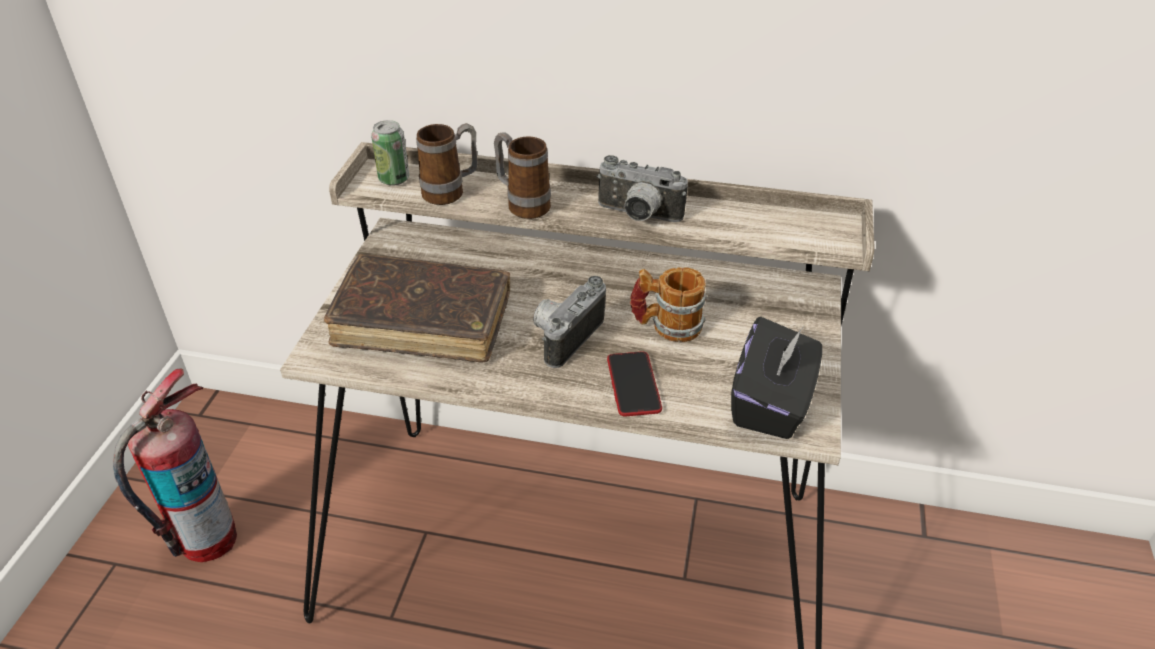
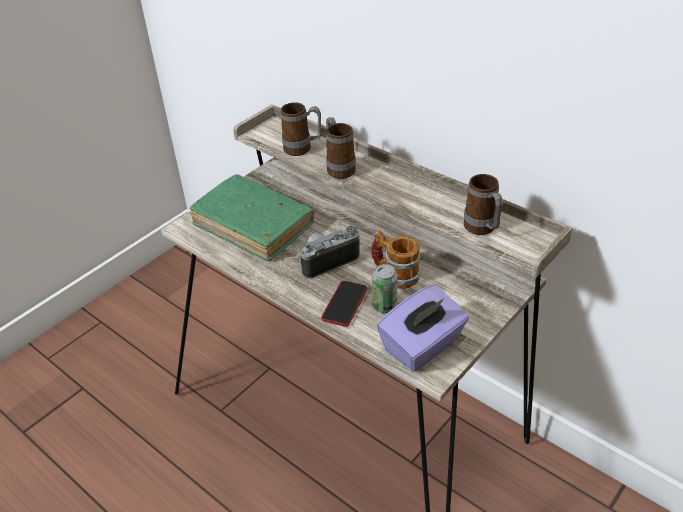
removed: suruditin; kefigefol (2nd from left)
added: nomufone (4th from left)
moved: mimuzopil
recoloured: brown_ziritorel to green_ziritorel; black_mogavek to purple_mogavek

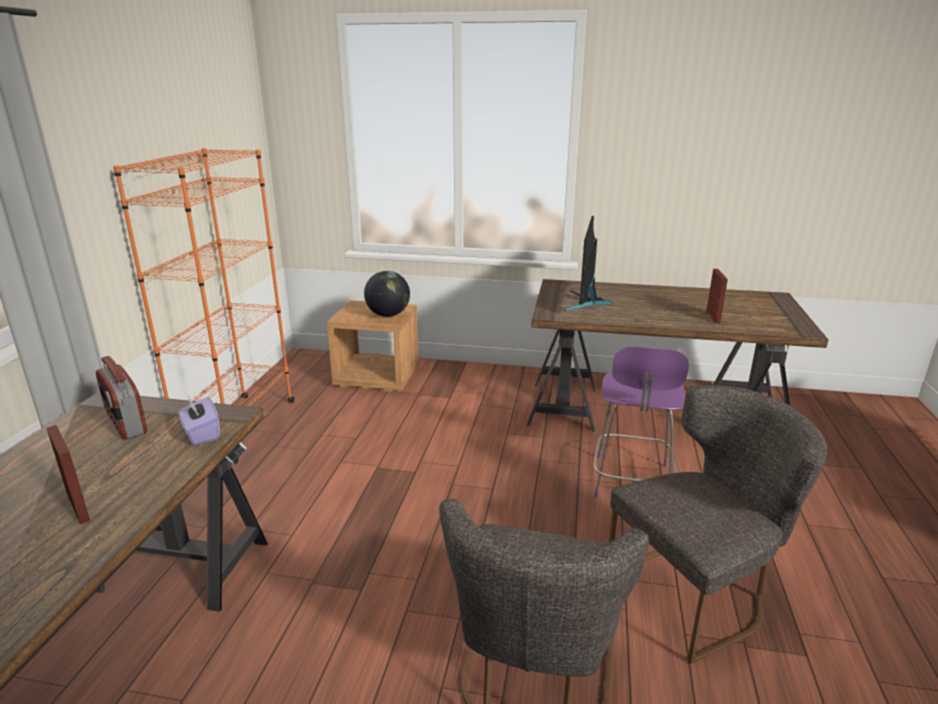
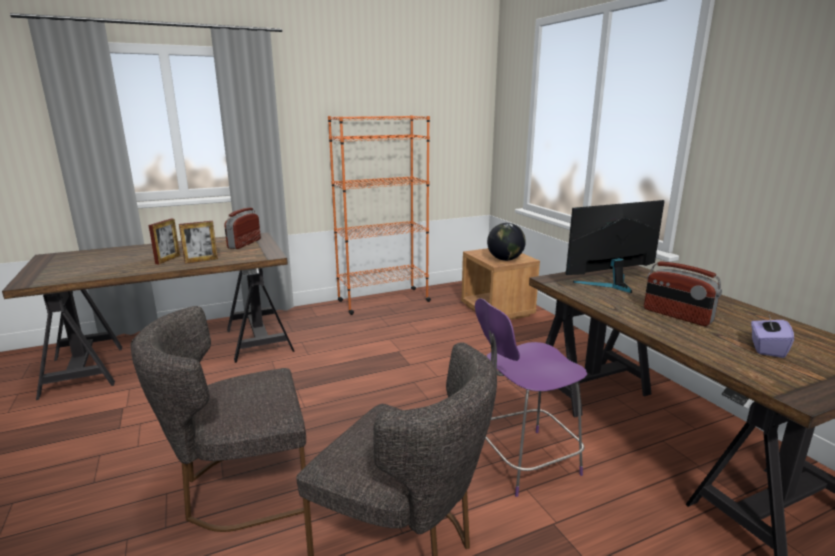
added: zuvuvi (2nd from left)
moved: purple_mogavek; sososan (2nd from left)

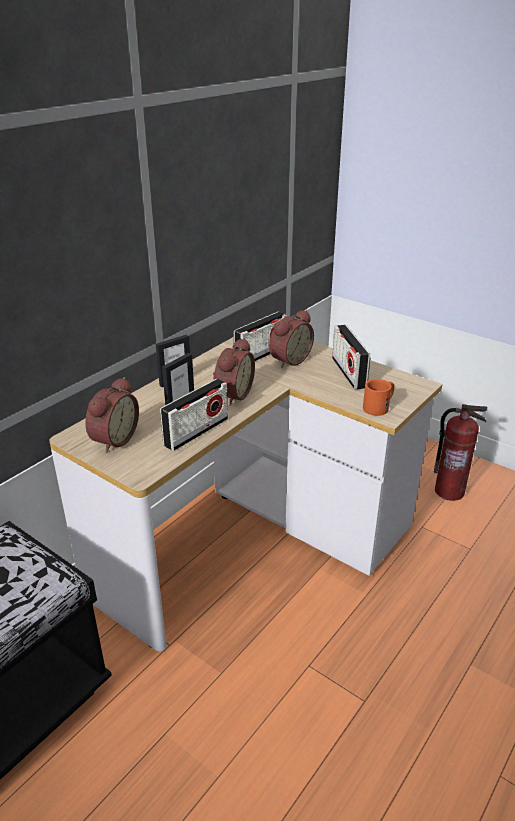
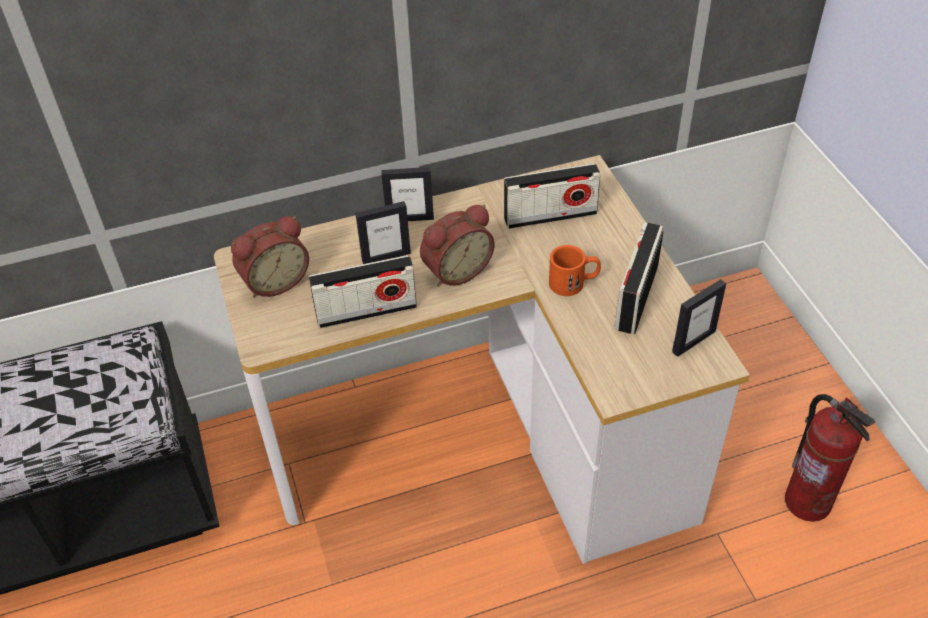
removed: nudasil (3rd from left)
added: sososan (3rd from left)
moved: orange_nomufone

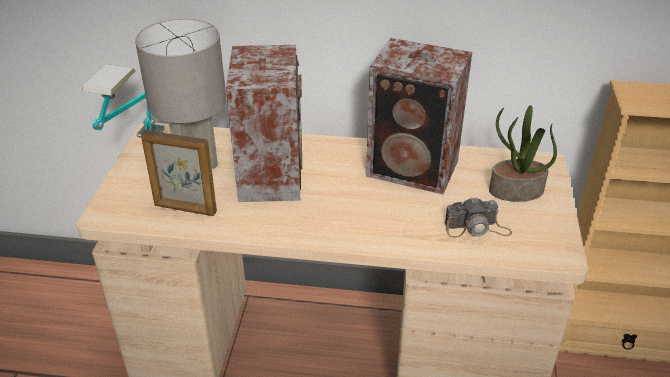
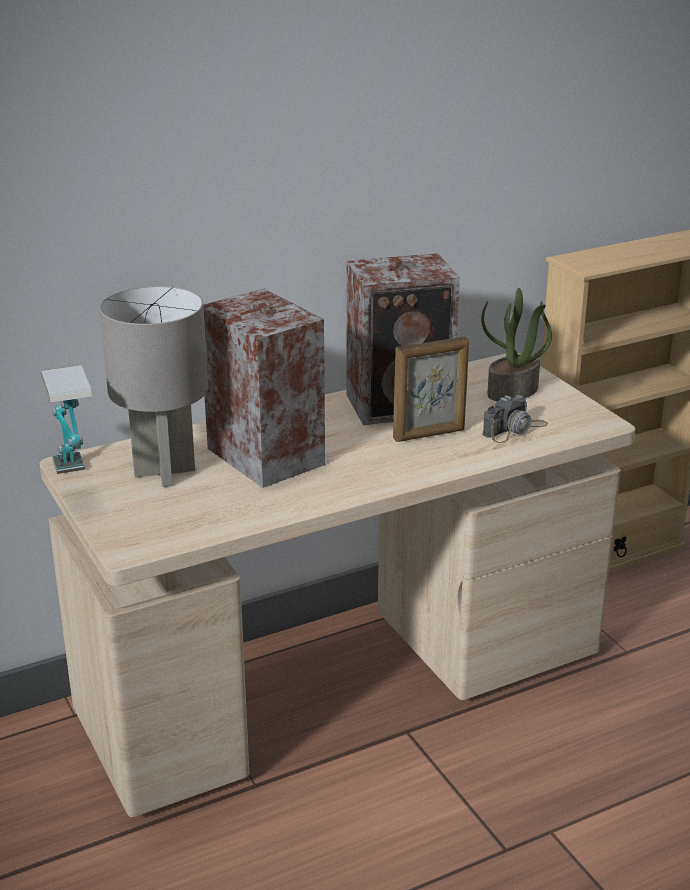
moved: sososan

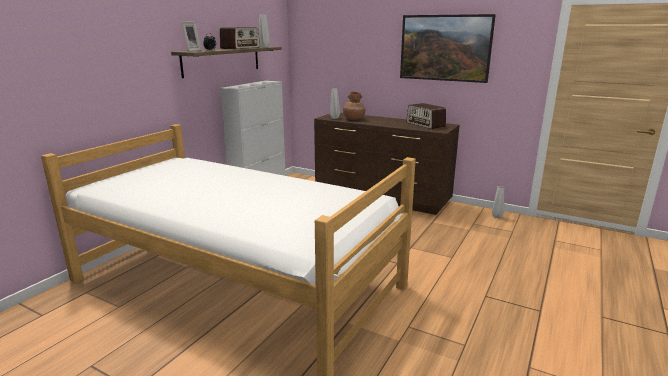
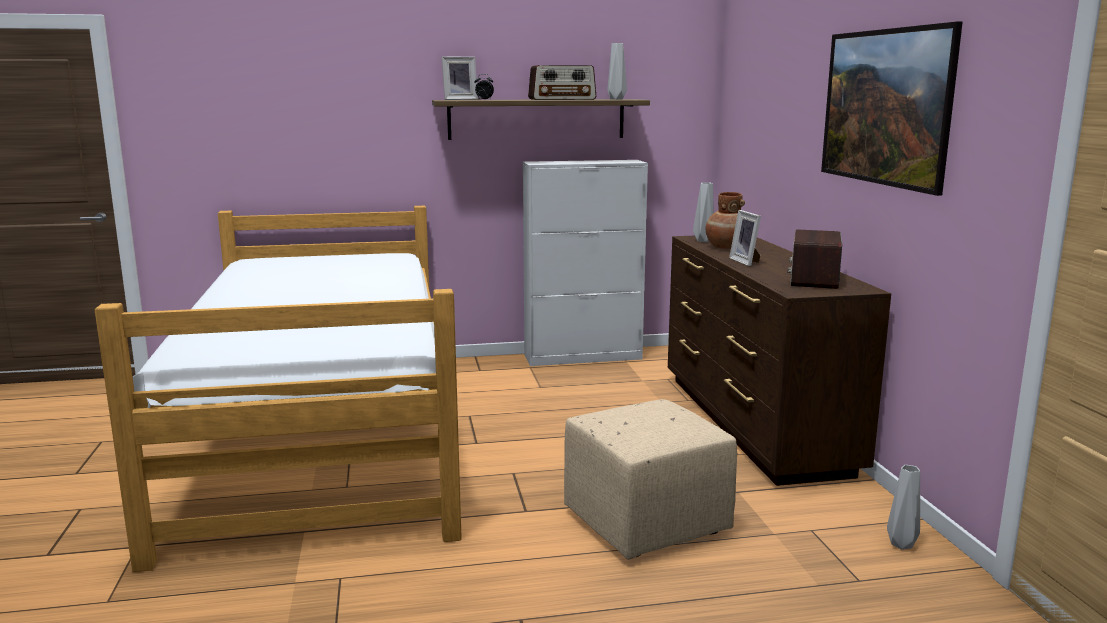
added: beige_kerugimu; sososan (2nd from left)

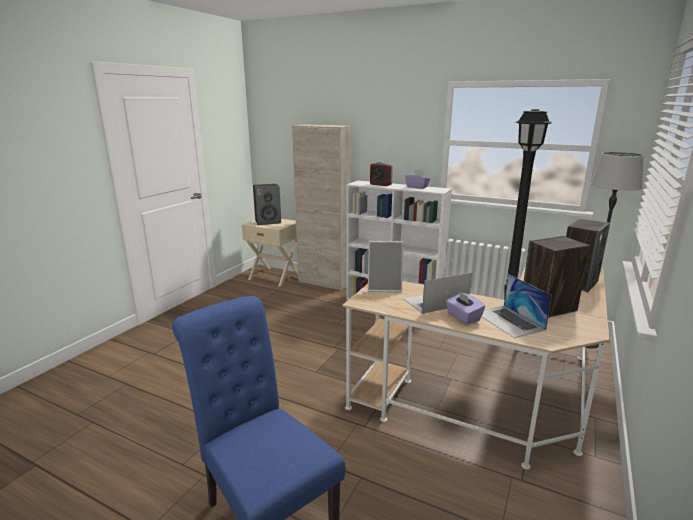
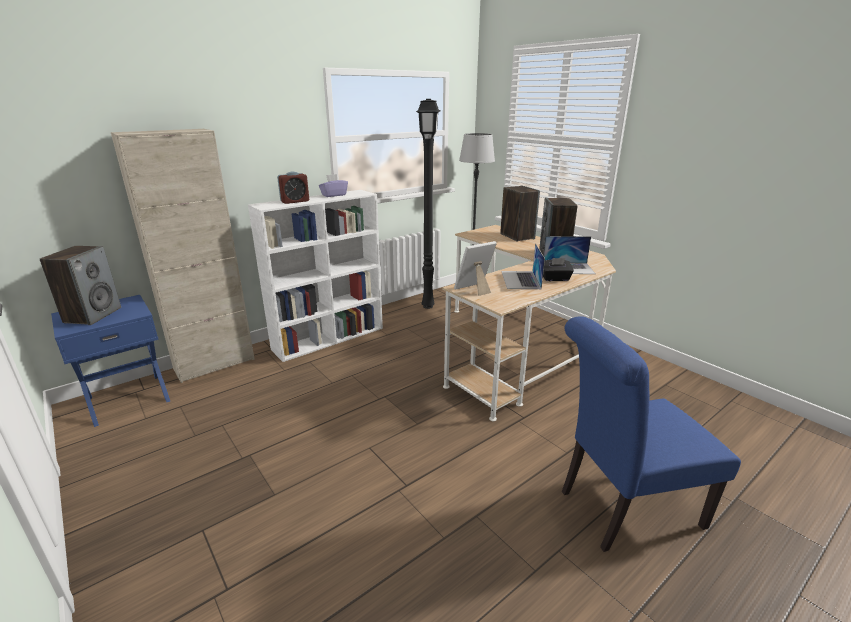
recoloured: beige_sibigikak to blue_sibigikak; purple_mogavek (2nd from left) to black_mogavek
turned: sososan 150 degrees counterclockwise

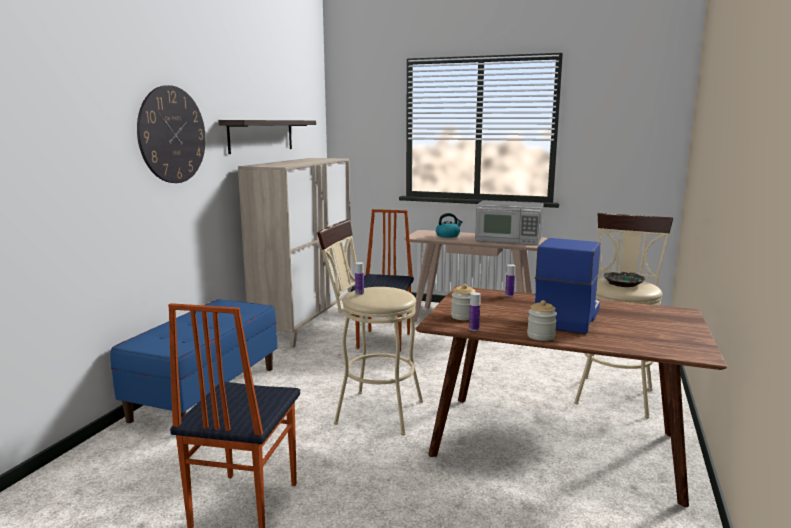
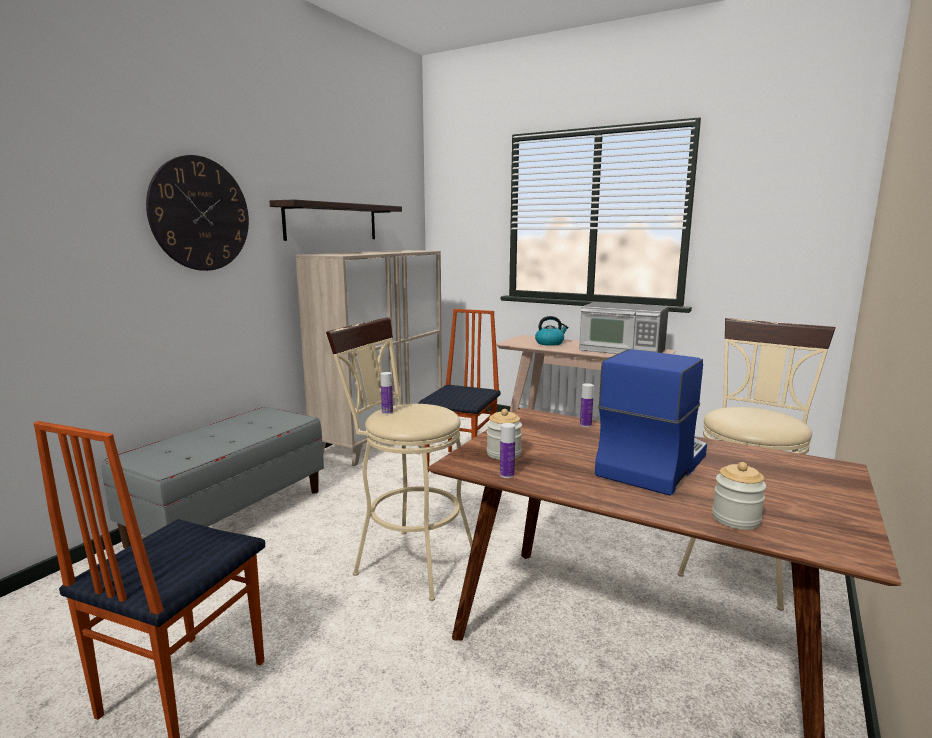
removed: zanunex
moved: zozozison (2nd from left)
recoloured: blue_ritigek to grey_ritigek

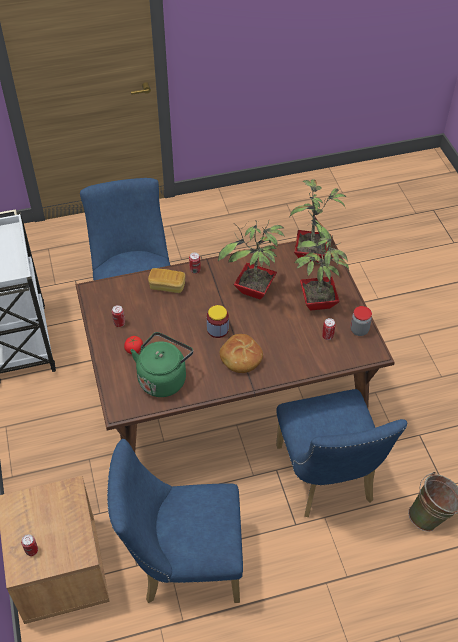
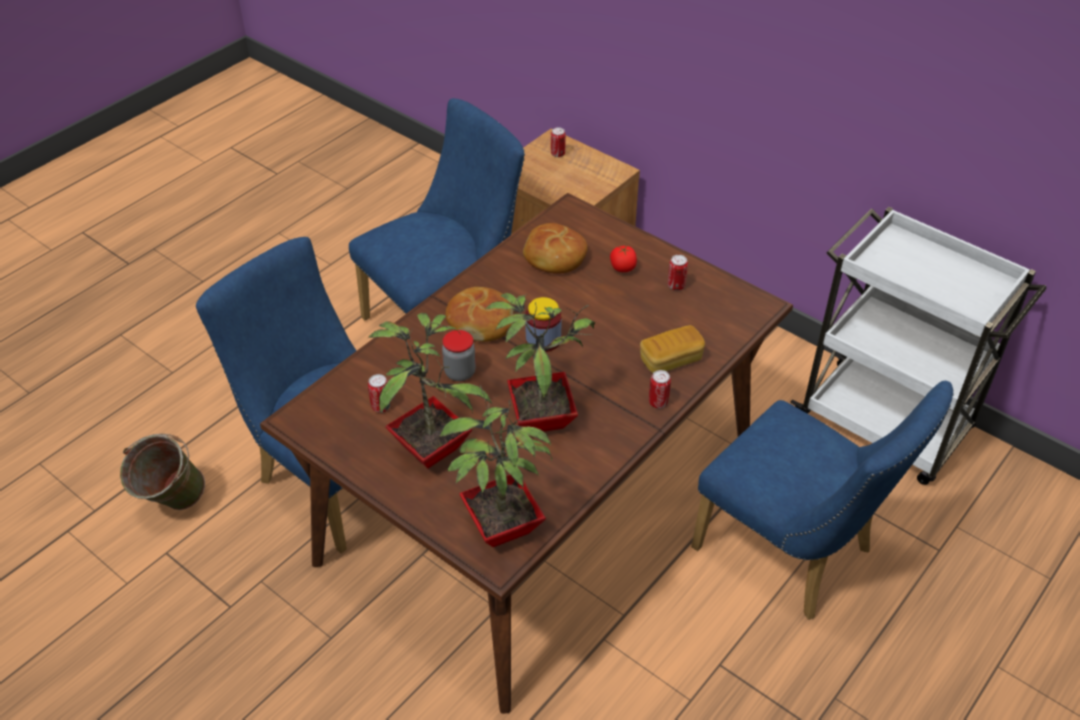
moved: zozozison (2nd from left in the first image) to zozozison (1st from left)
replaced: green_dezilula to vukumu (2nd from left)

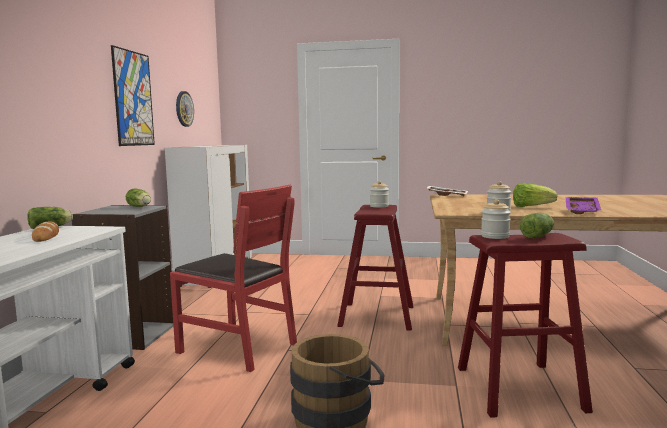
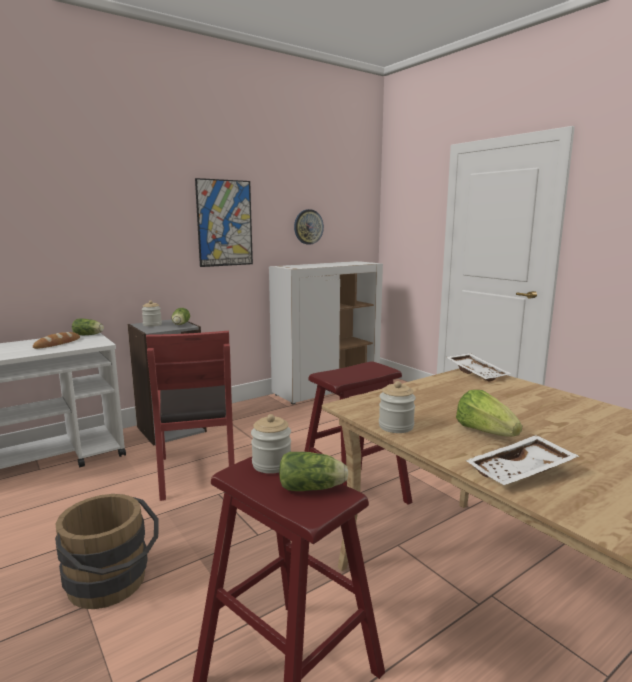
moved: zozozison (1st from left)
recoloured: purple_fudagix to white_fudagix (2nd from left)

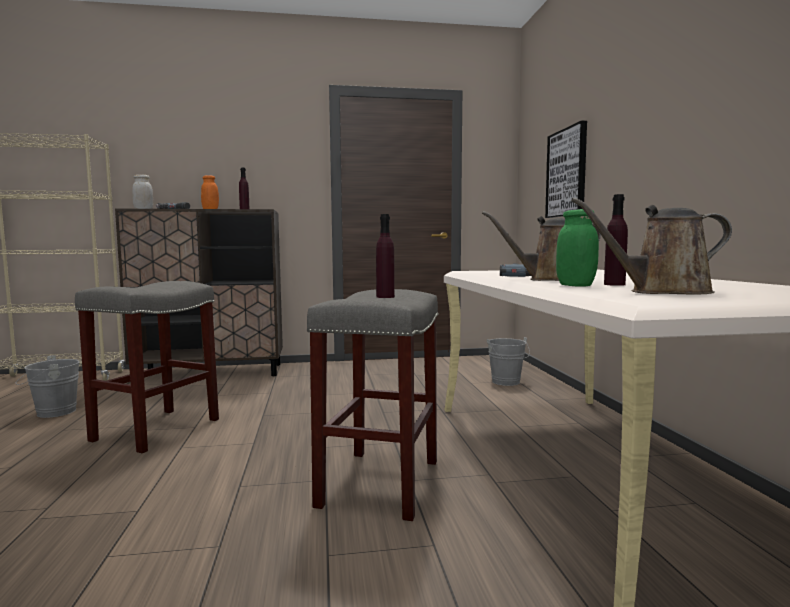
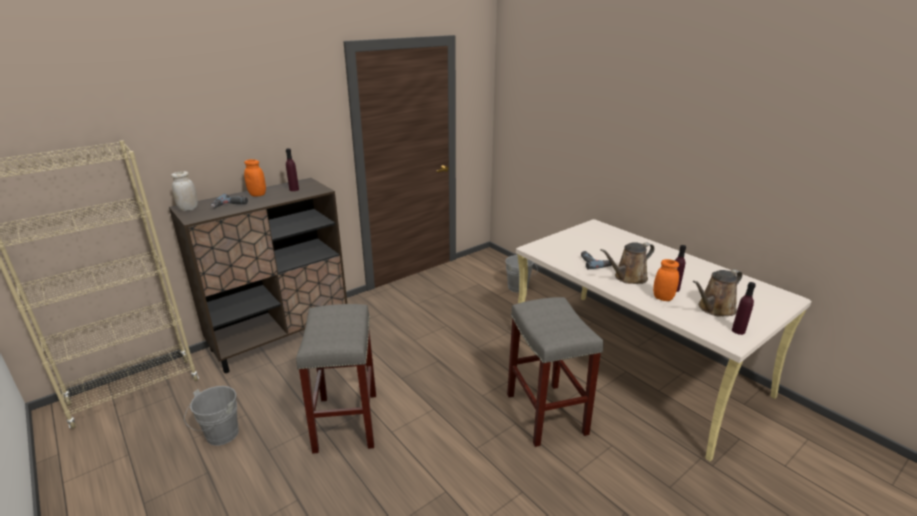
removed: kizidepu
moved: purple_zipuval (2nd from left in the first image) to purple_zipuval (3rd from left)
recoloured: green_zozozison to orange_zozozison (2nd from left)

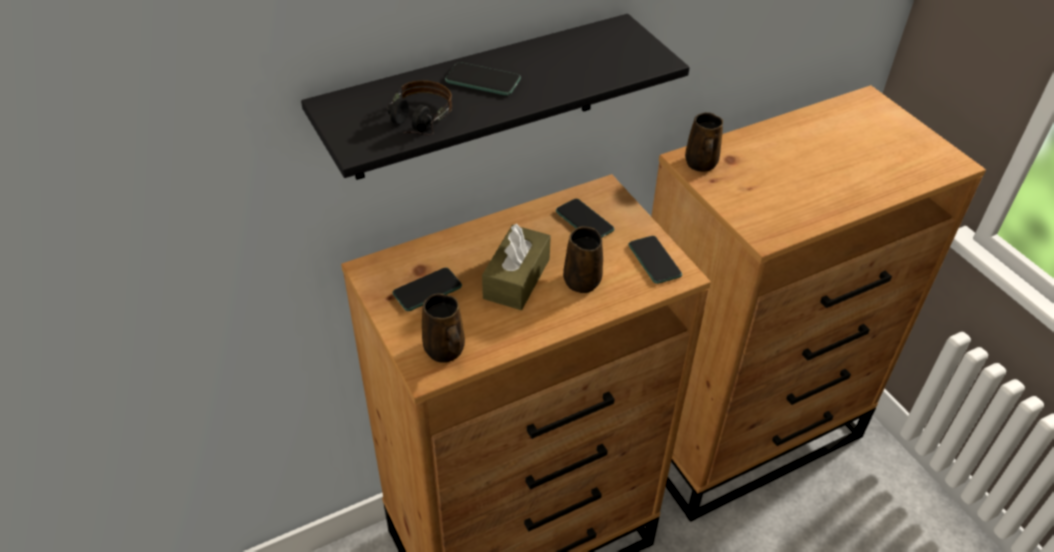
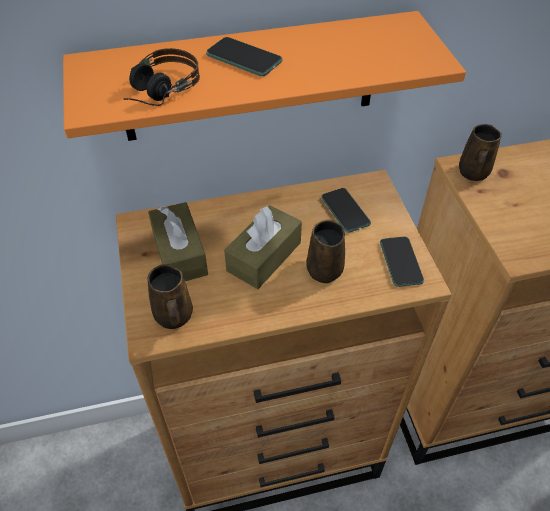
replaced: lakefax (1st from left) to brown_mogavek (1st from left)
recoloured: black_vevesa to orange_vevesa

